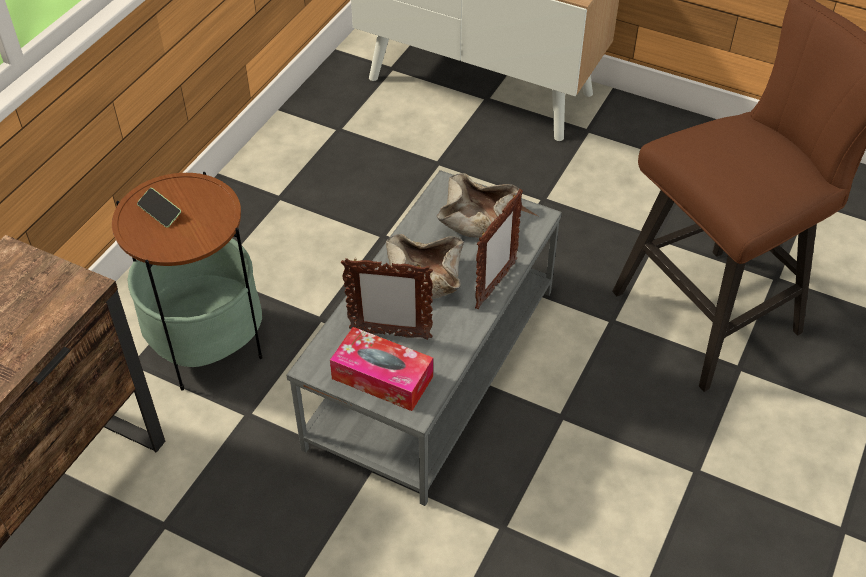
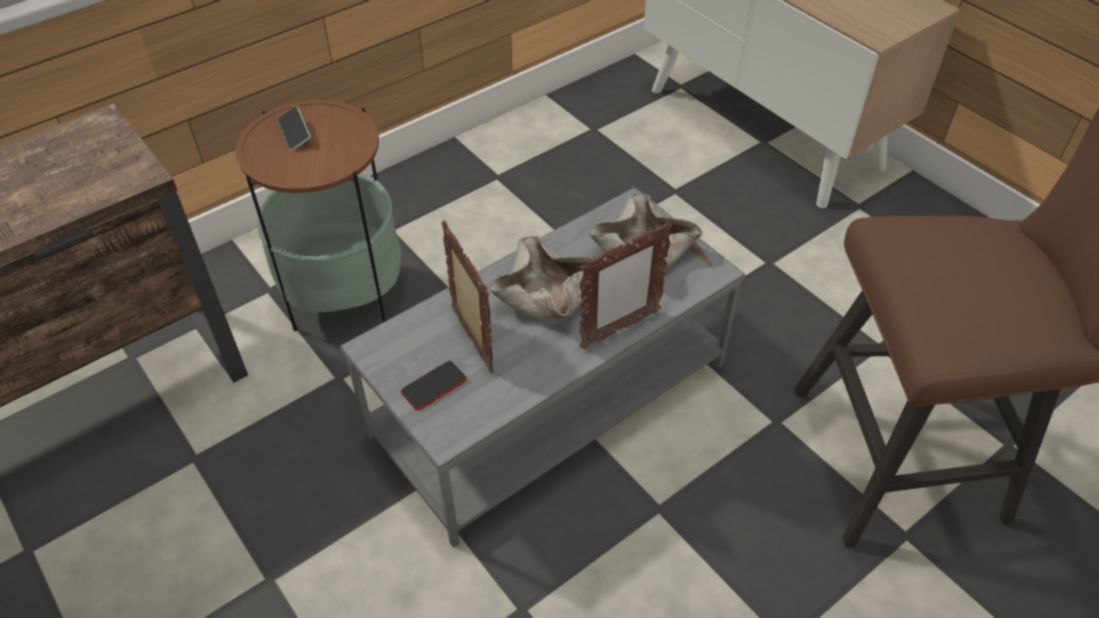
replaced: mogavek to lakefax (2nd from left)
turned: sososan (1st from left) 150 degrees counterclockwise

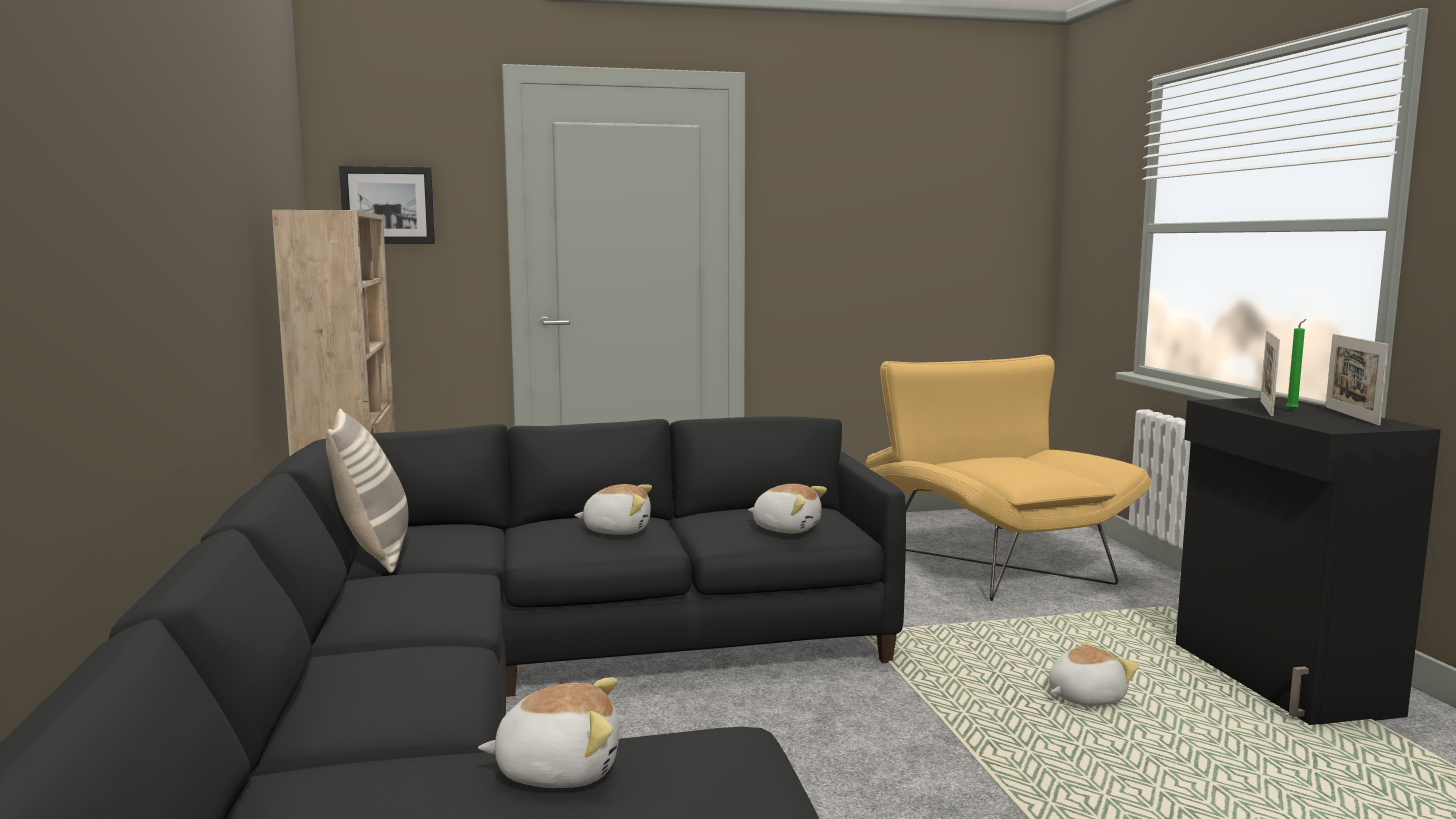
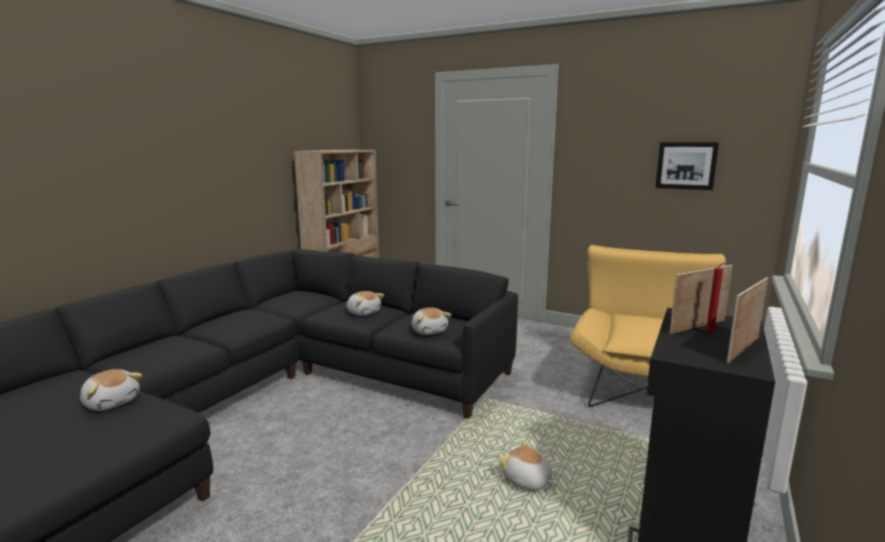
removed: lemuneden
moved: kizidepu
recoloured: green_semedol to red_semedol
turned: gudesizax (4th from left) 150 degrees counterclockwise

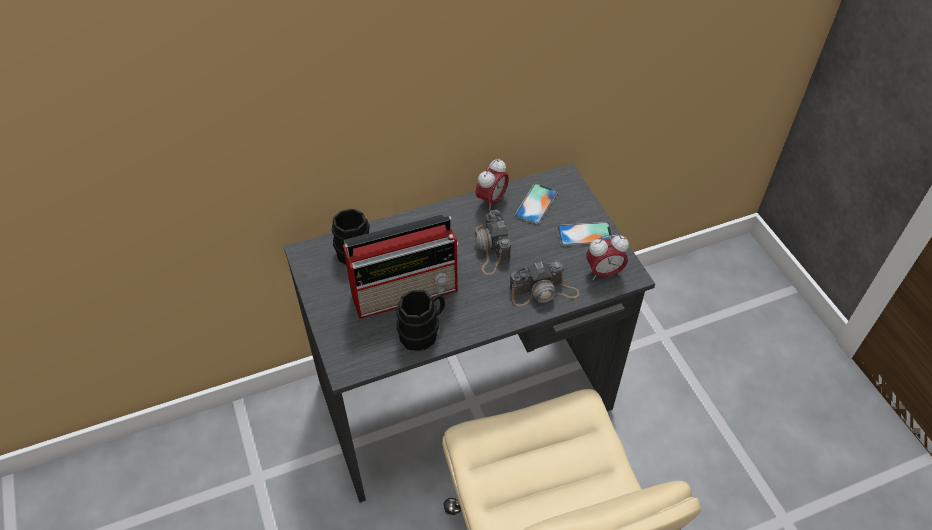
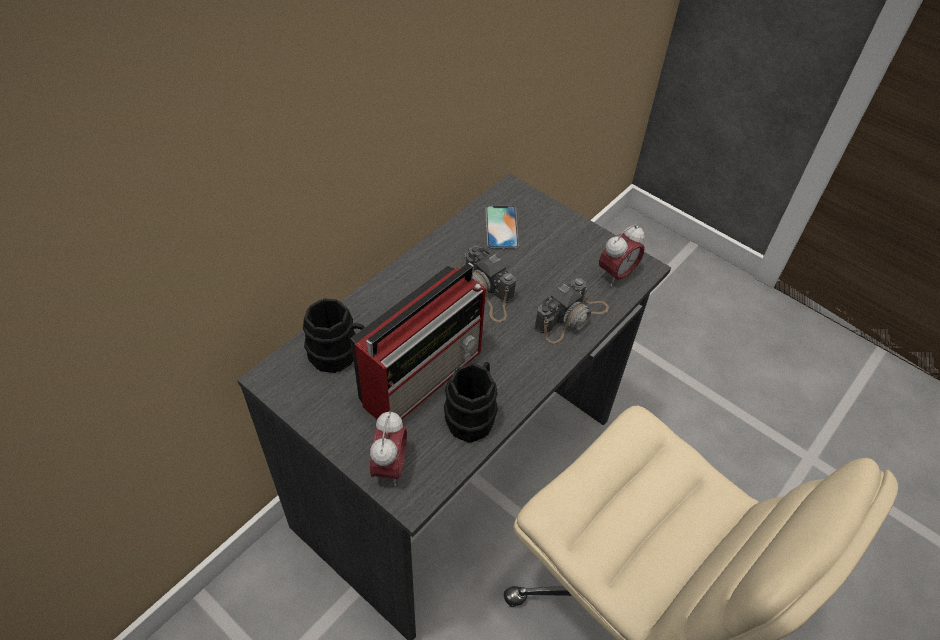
removed: lakefax (2nd from left)
moved: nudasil (1st from left)

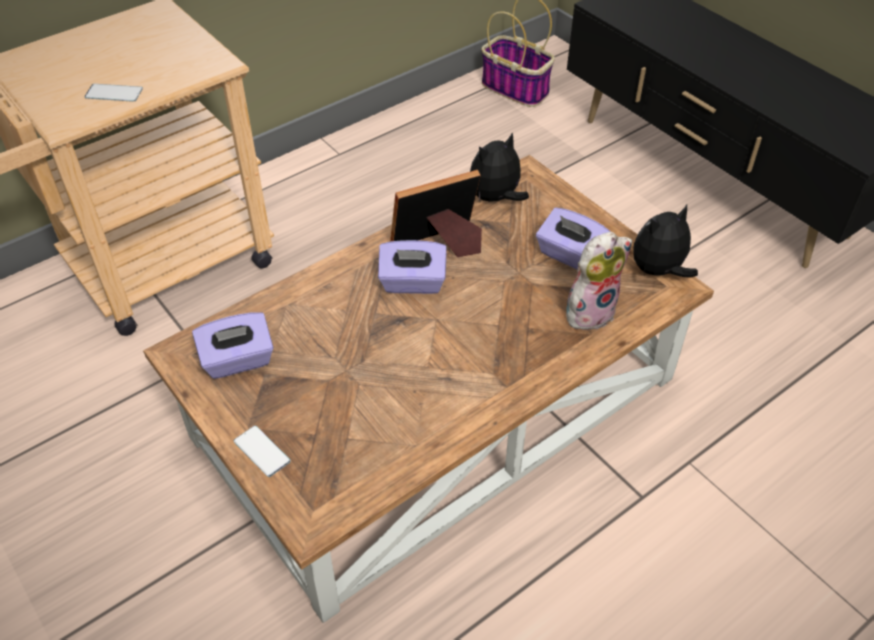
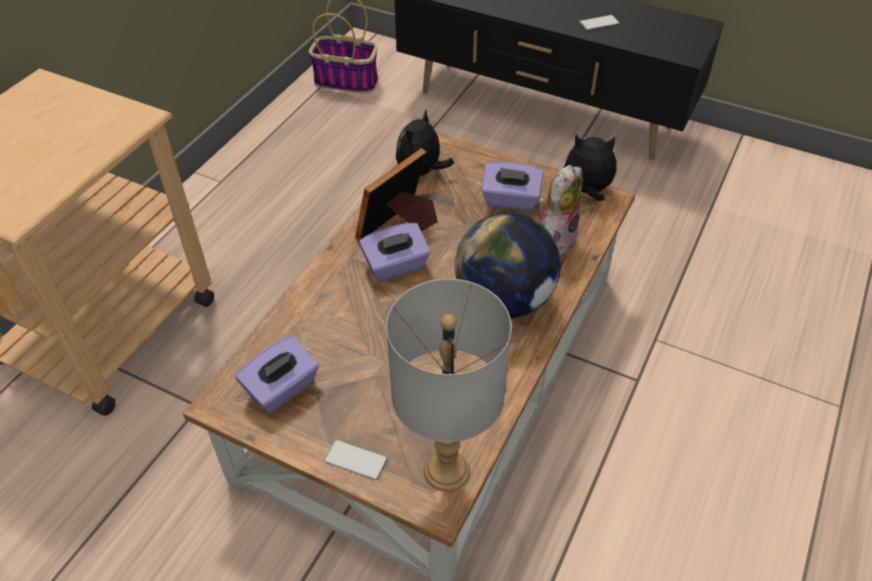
added: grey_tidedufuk; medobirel
moved: lakefax (1st from left in the first image) to lakefax (2nd from left)
turned: gudesizax (3rd from left) 60 degrees clockwise

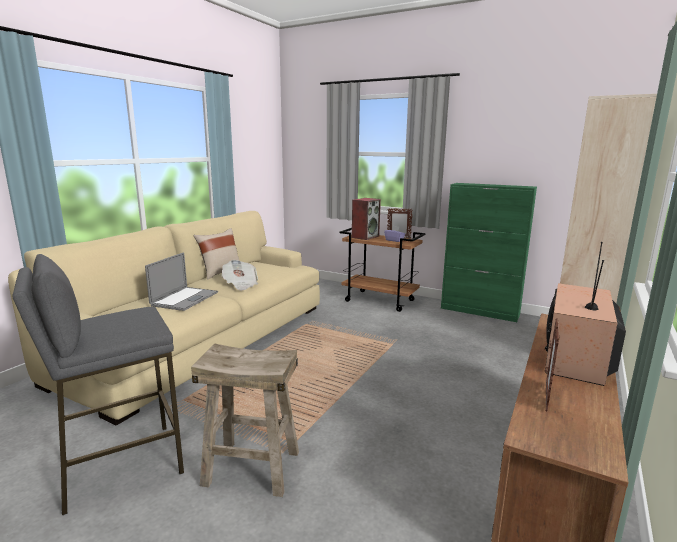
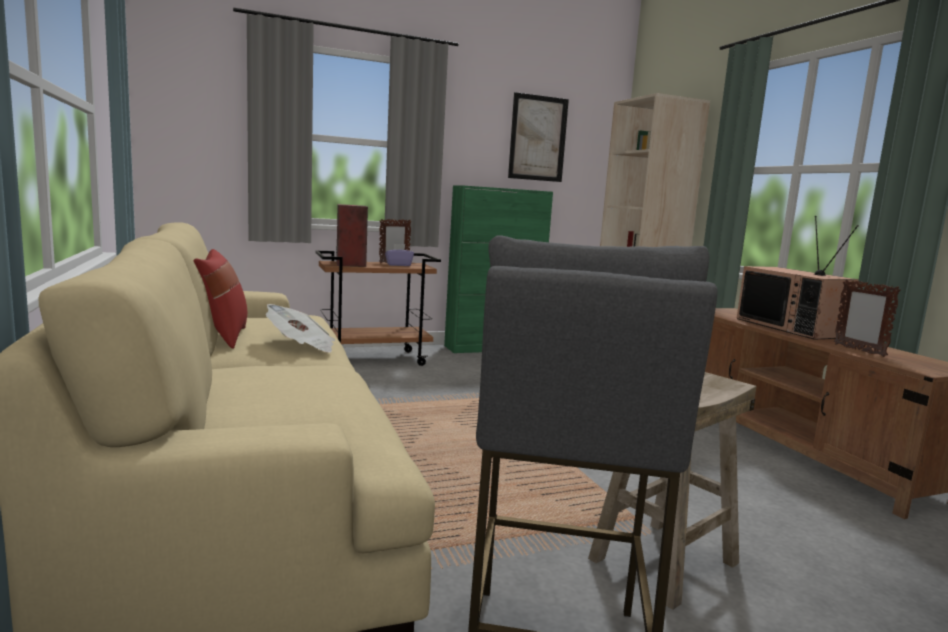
removed: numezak
added: kizidepu
recoloured: beige_lemuneden to red_lemuneden

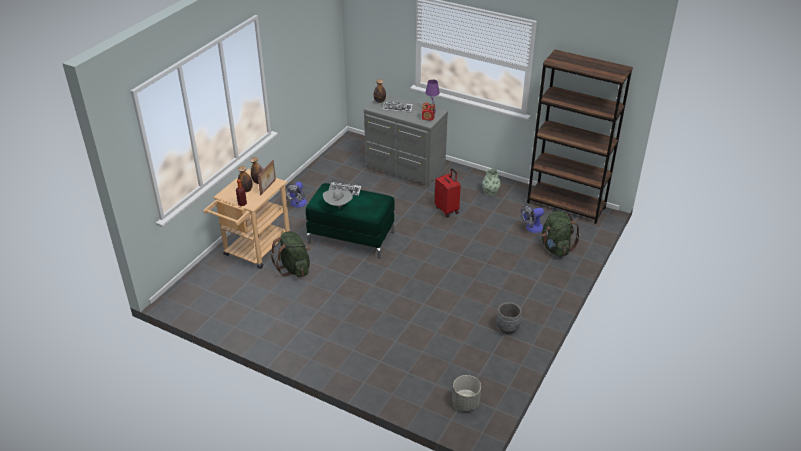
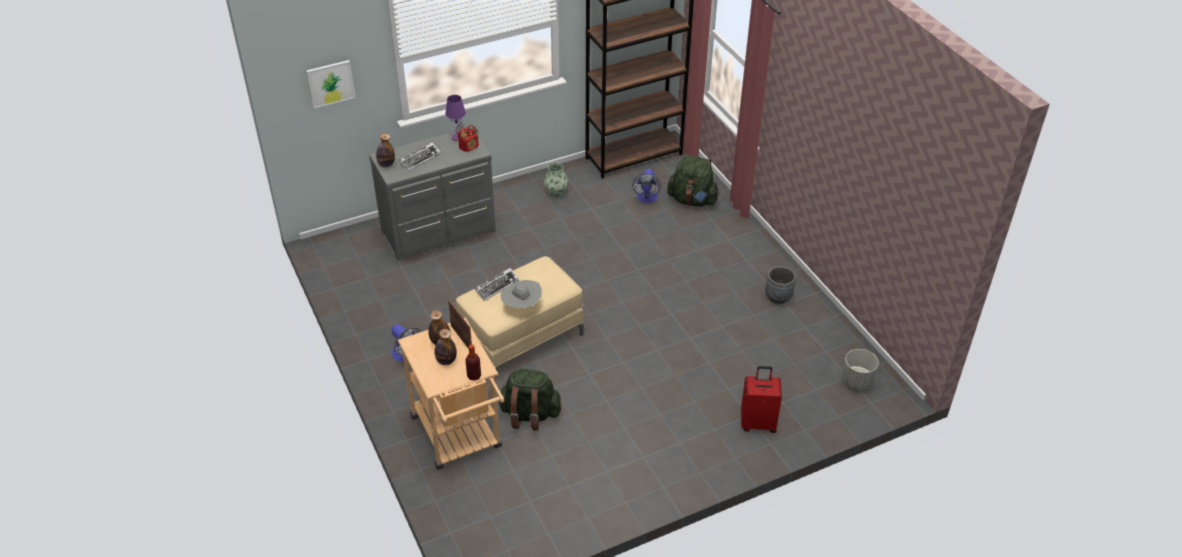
added: kizidepu
moved: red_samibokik
recoloured: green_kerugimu to beige_kerugimu

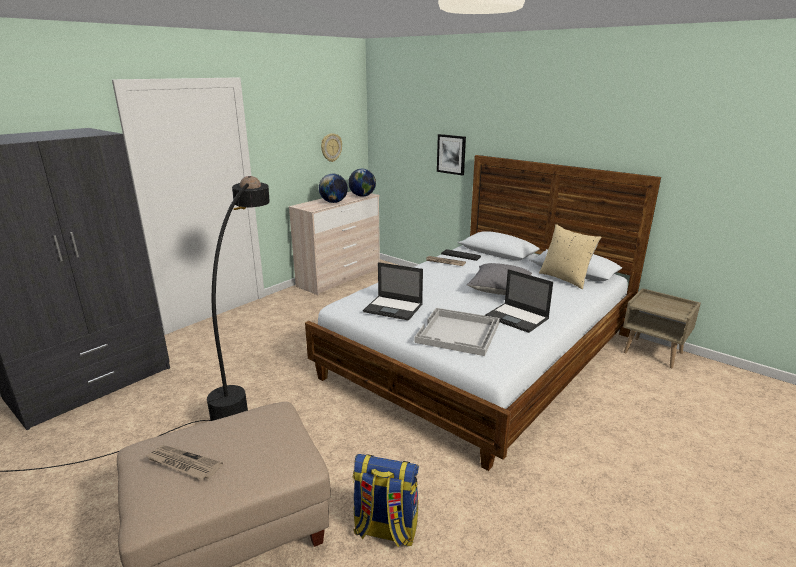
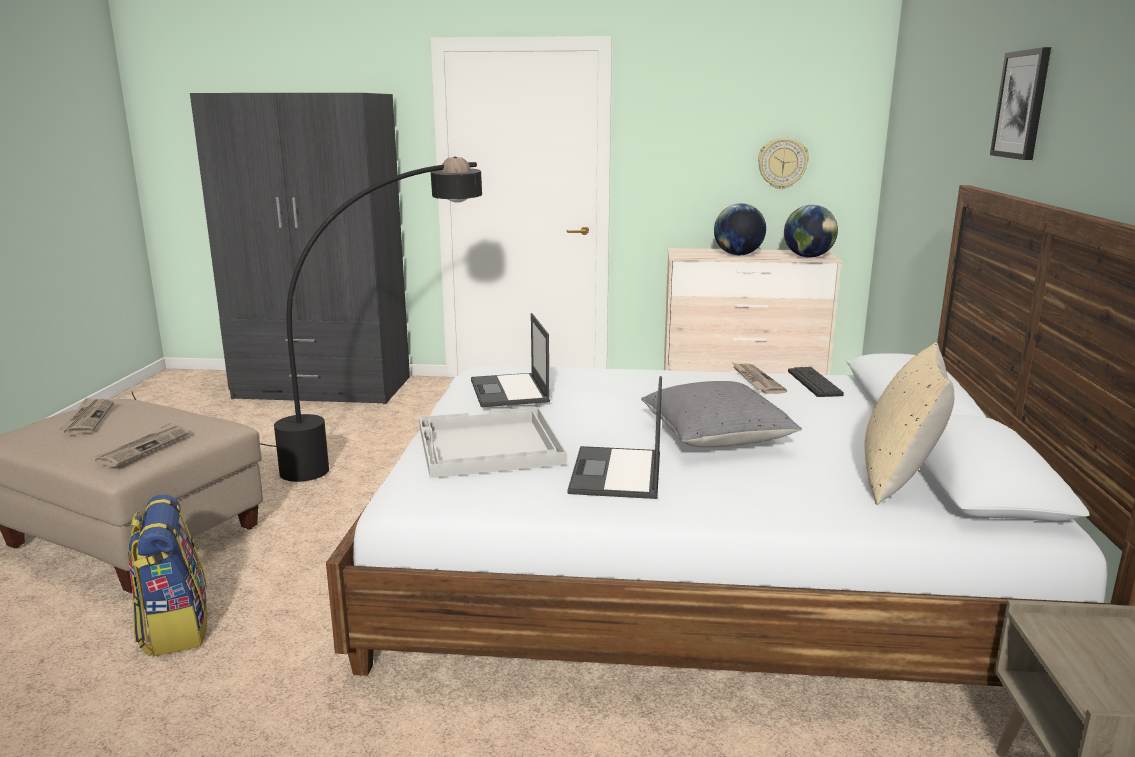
added: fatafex (2nd from left)
moved: kizidepu

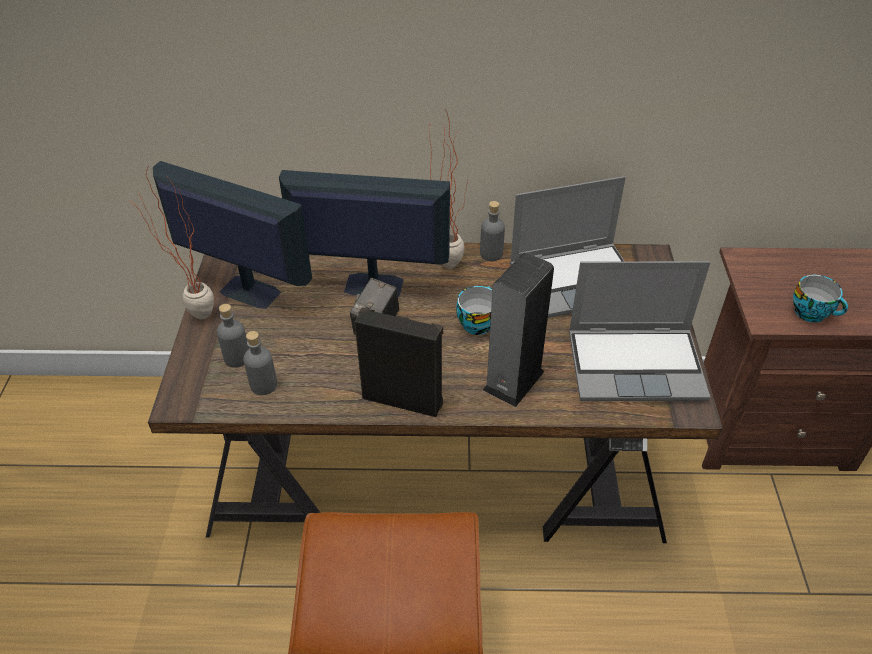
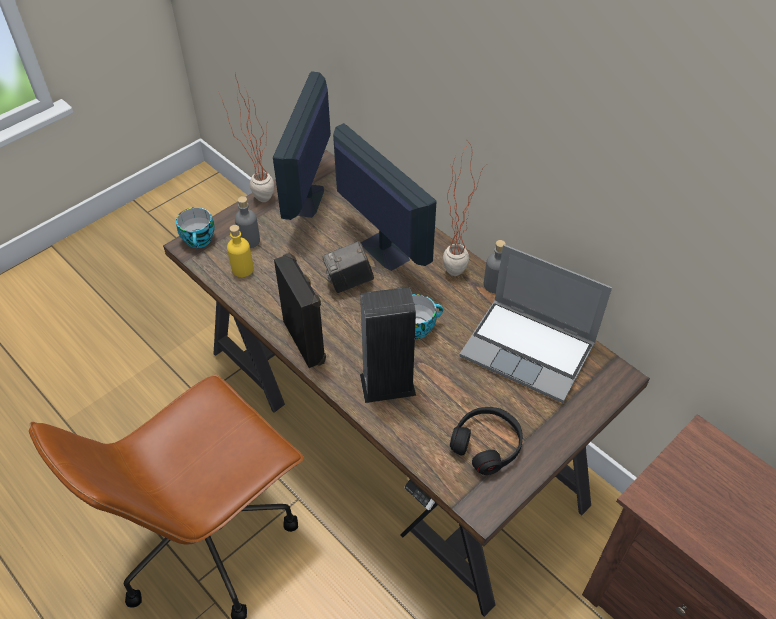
moved: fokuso (2nd from left in the first image) to fokuso (1st from left)
replaced: numezak (2nd from left) to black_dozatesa
recoloured: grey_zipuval (2nd from left) to yellow_zipuval
turned: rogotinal (1st from left) 150 degrees counterclockwise

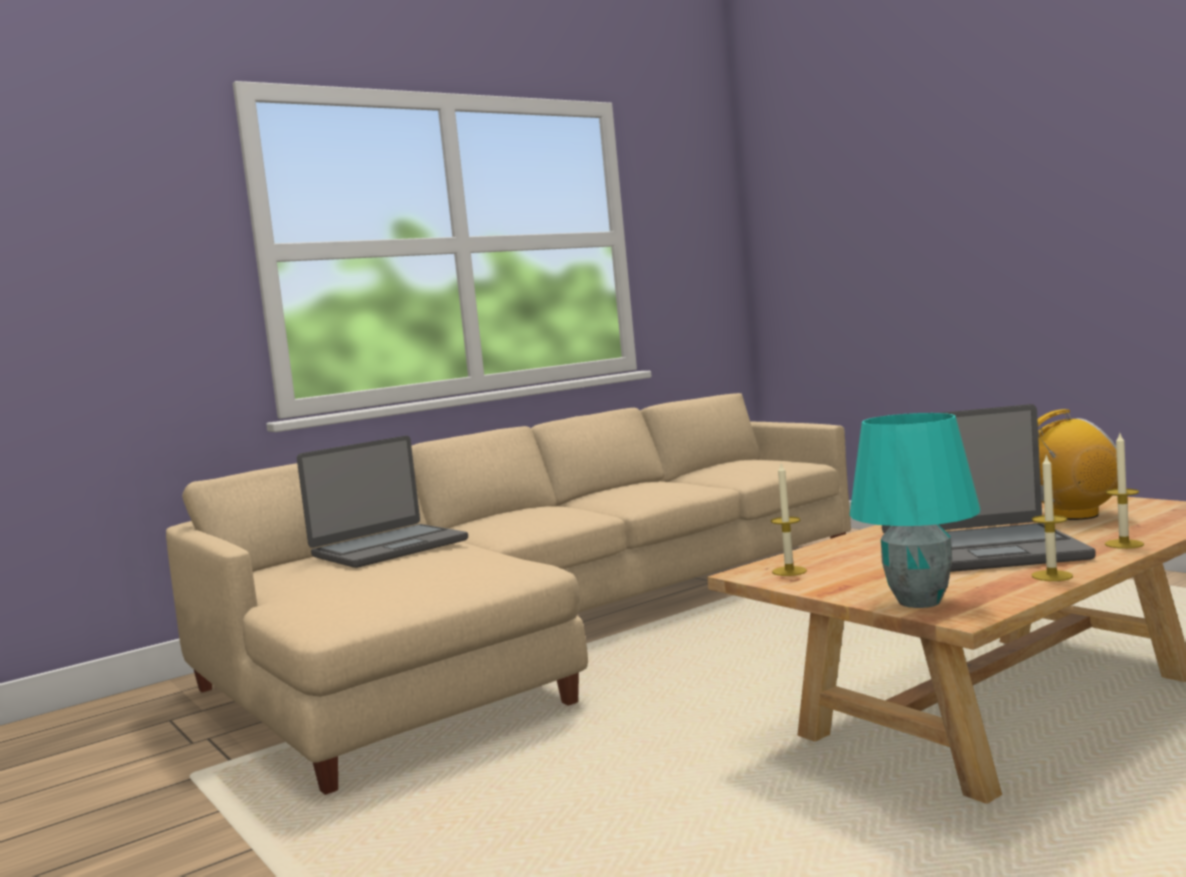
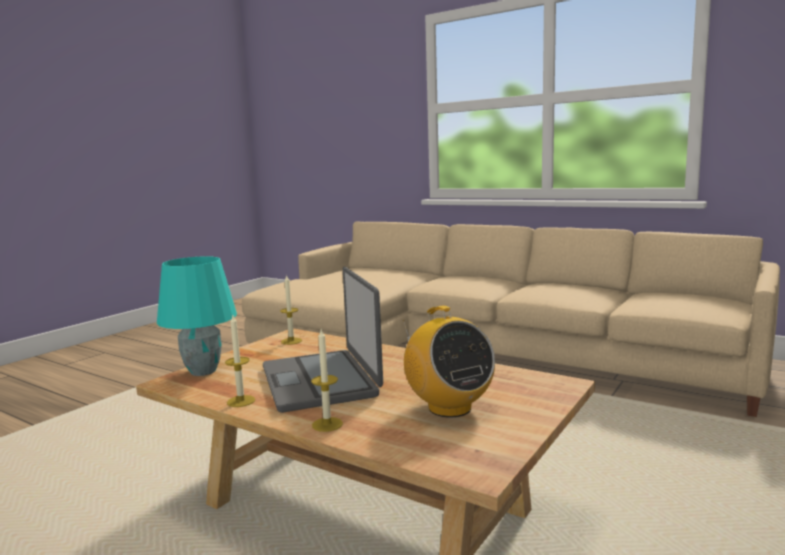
removed: numezak (1st from left)

